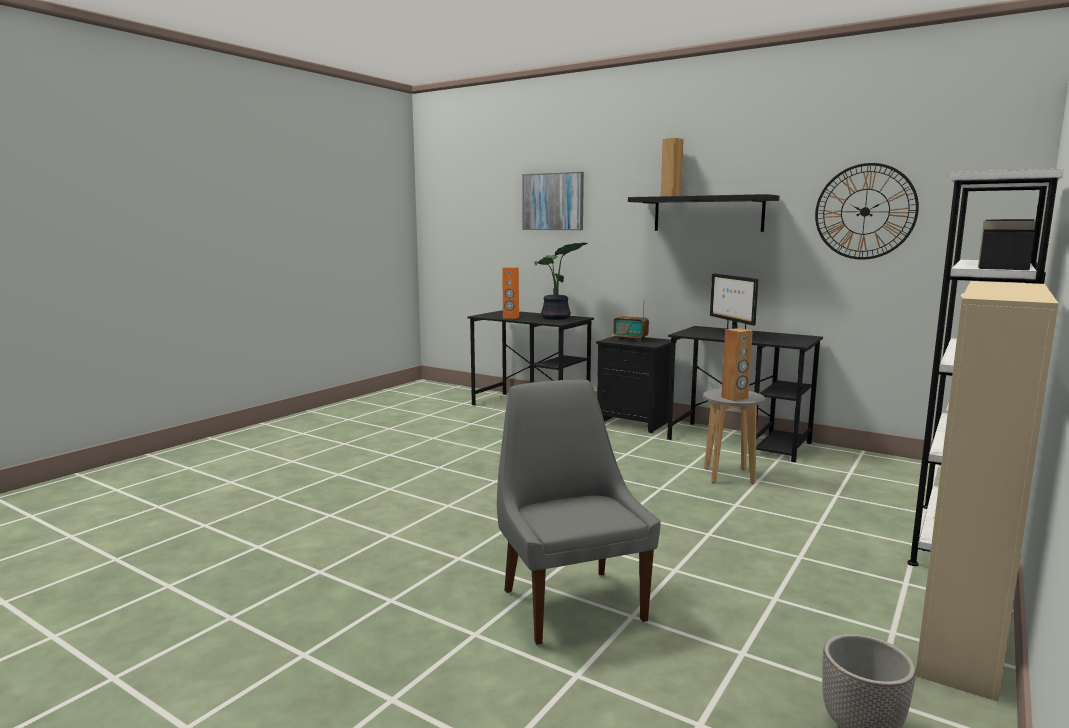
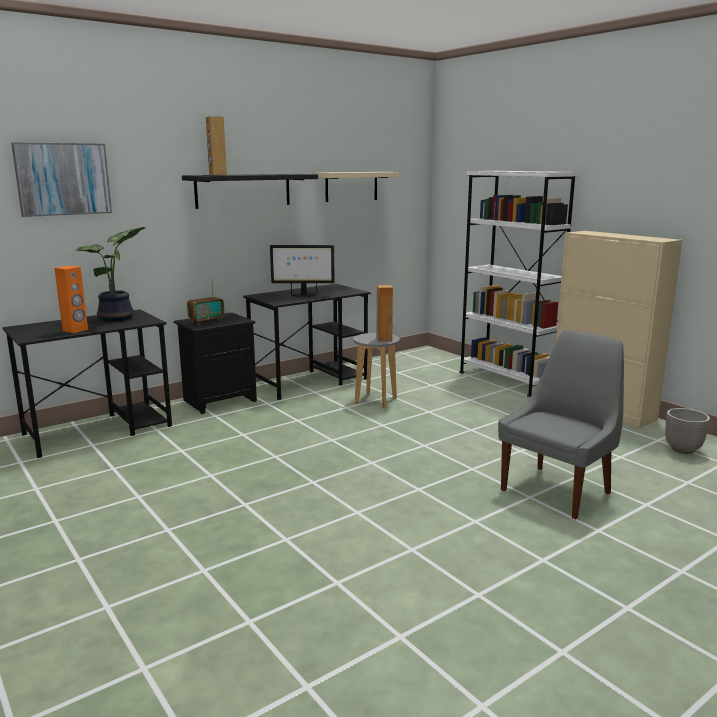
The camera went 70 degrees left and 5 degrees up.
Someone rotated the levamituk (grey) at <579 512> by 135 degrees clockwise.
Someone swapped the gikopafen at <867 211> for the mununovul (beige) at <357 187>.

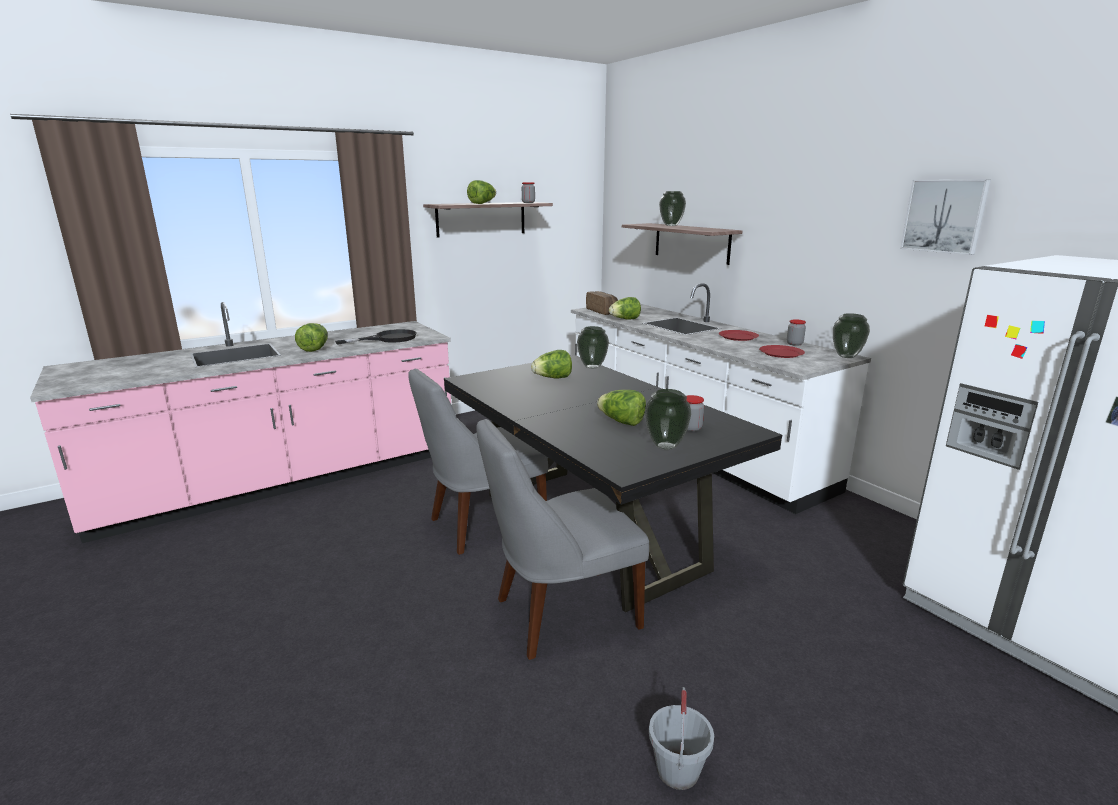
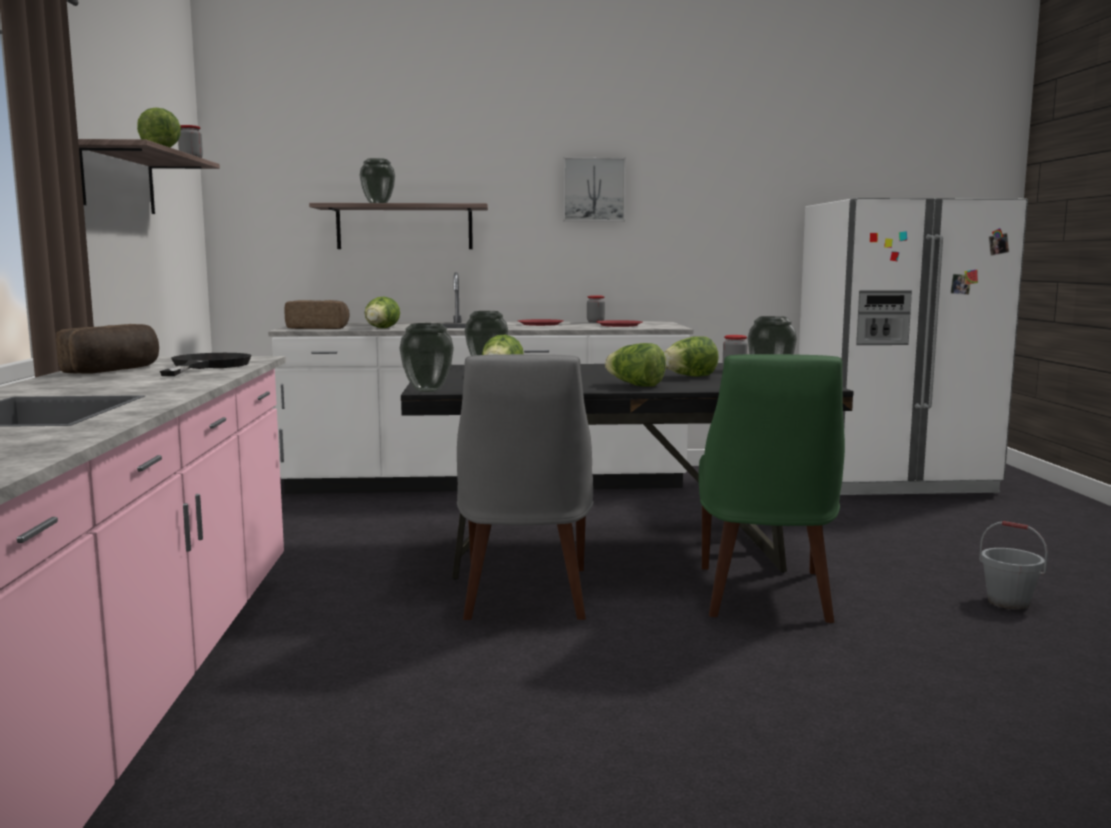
The camera went 60 degrees left and 10 degrees down.
Someone carried the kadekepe from <311 337> to <635 365>.
Someone repainted the levamituk (grey) at <562 539>, which became the levamituk (green) at <771 488>.
Someone carried the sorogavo from <851 335> to <426 357>.
Someone carried the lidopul from <945 217> to <594 189>.
Someone put down the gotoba at <107 349>.

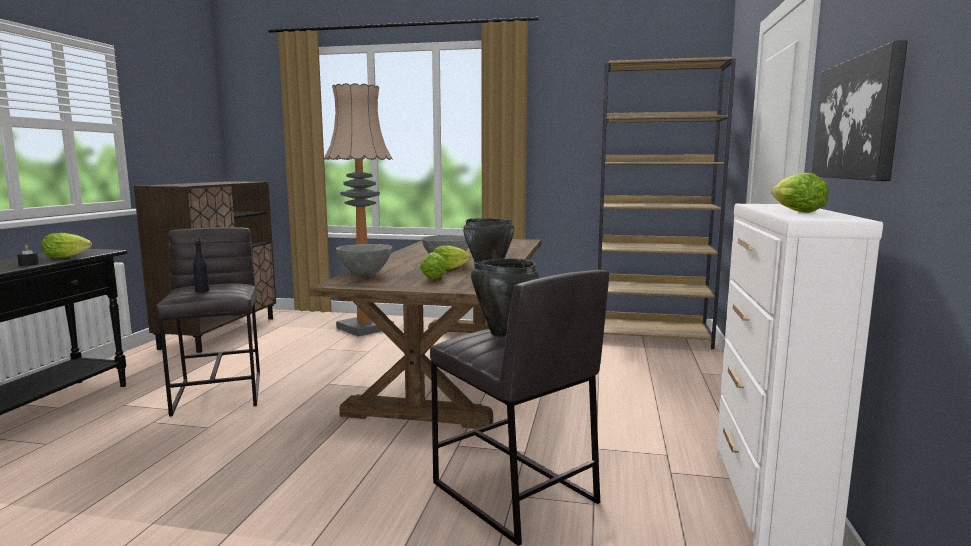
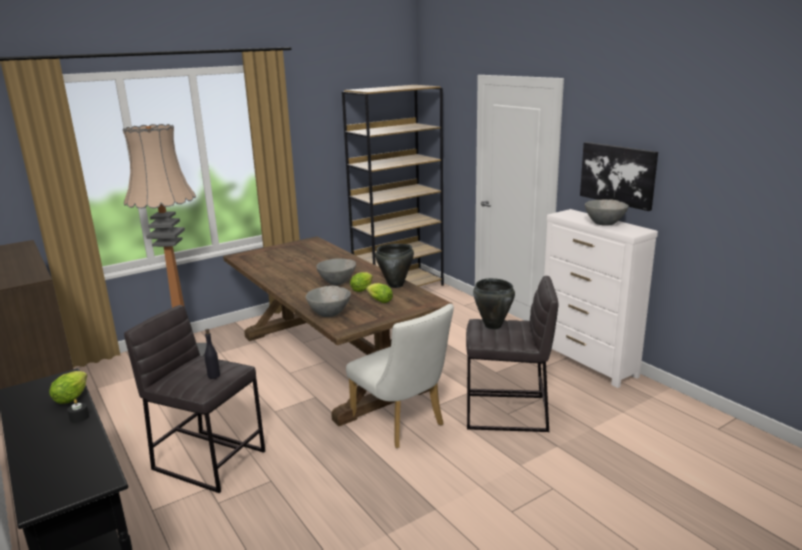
The camera went 45 degrees left and 10 degrees up.
Someone swapped the kadekepe at <799 193> for the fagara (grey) at <607 212>.
Someone put down the levamituk (white) at <400 376>.

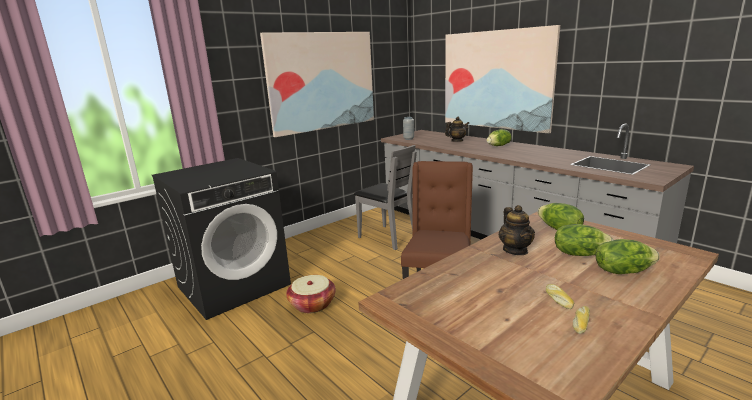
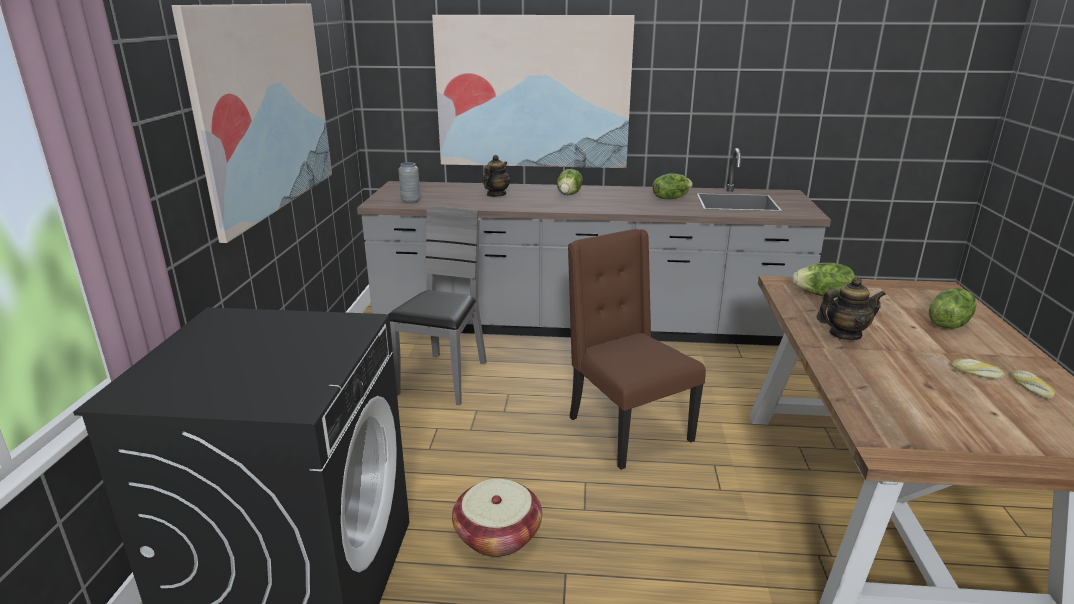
The camera went 45 degrees left and 5 degrees up.
Someone rotated the levamituk (grey) at <385 197> by 75 degrees counterclockwise.
Someone rotated the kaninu at <517 230> by 45 degrees counterclockwise.
Someone carried the kadekepe from <584 240> to <672 187>.

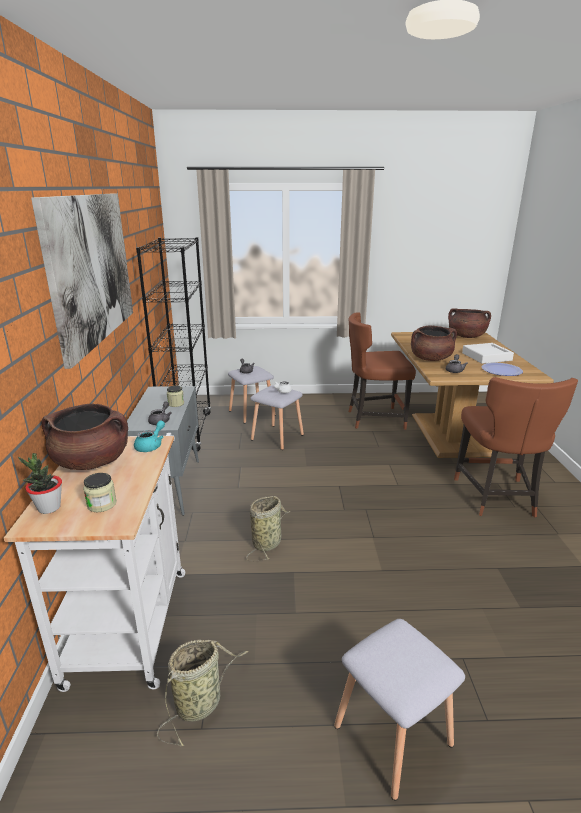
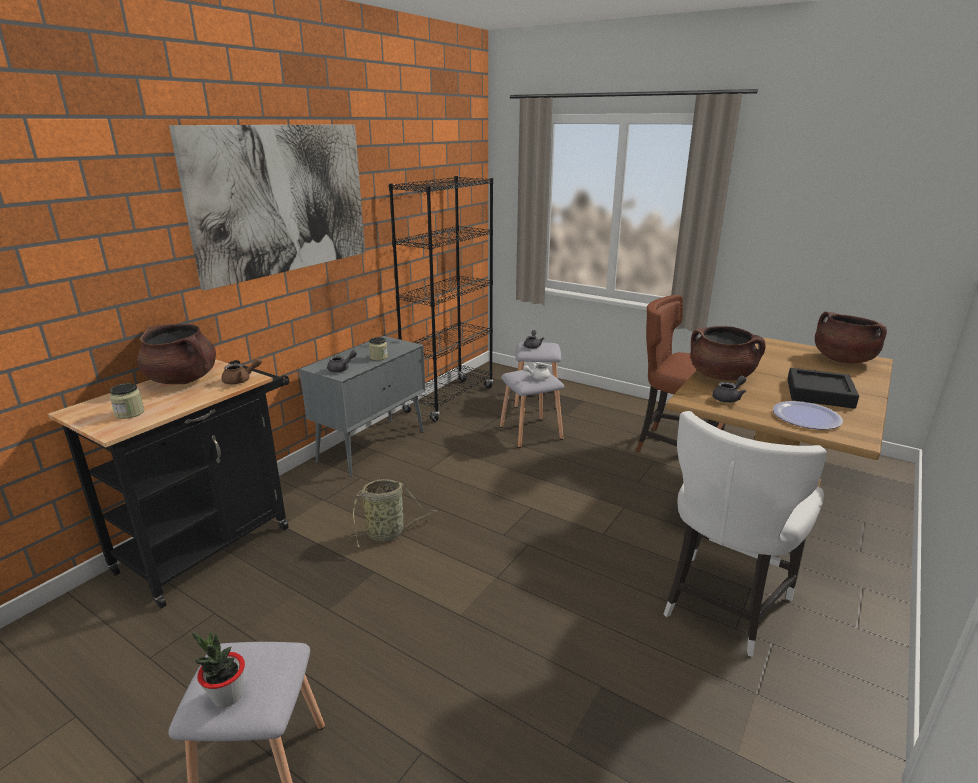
The camera went 35 degrees right and 0 degrees up.
Someone repainted the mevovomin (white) at <94 562>, which became the mevovomin (black) at <168 483>.
Someone carried the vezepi from <40 483> to <218 670>.
Someone repainted the kaninu (turquoise) at <149 436>, which became the kaninu (brown) at <241 371>.
Someone took away the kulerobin at <202 693>.
Someone repainted the levamituk (brown) at <516 447>, which became the levamituk (white) at <745 534>.
Someone repainted the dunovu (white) at <488 353>, which became the dunovu (black) at <823 388>.

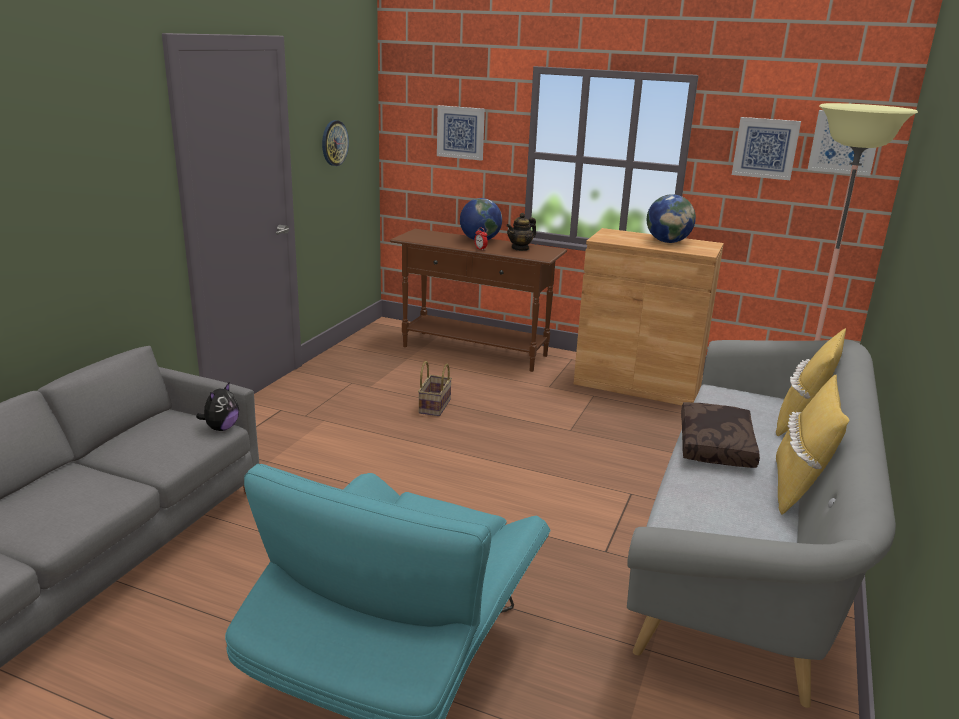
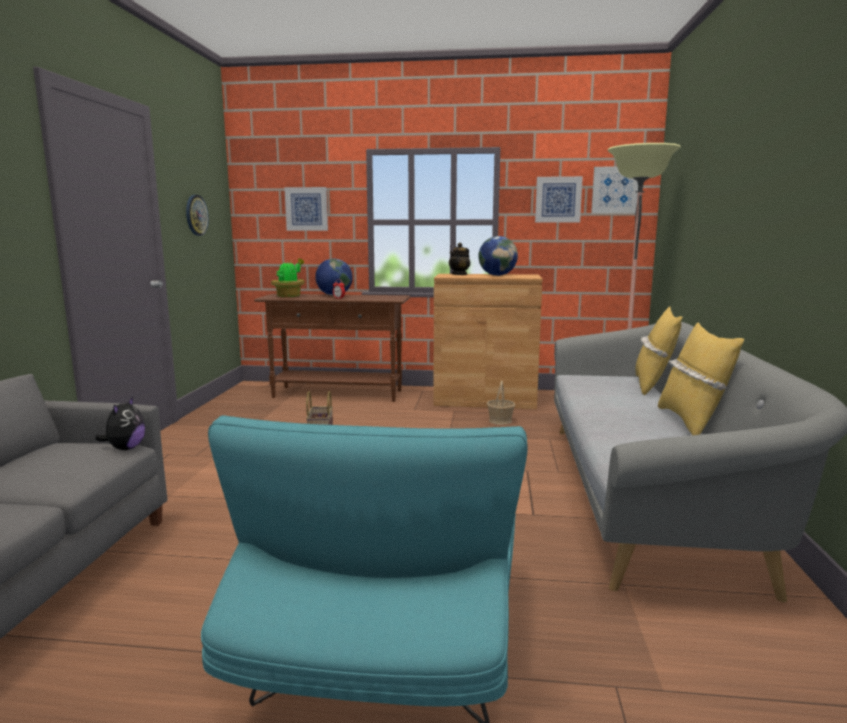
The camera went 15 degrees left and 10 degrees down.
Someone carried the kaninu from <521 232> to <460 259>.
Someone took away the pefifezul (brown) at <720 435>.
Someone put down the vezepi at <288 278>.
Someone put down the kulerobin at <501 403>.

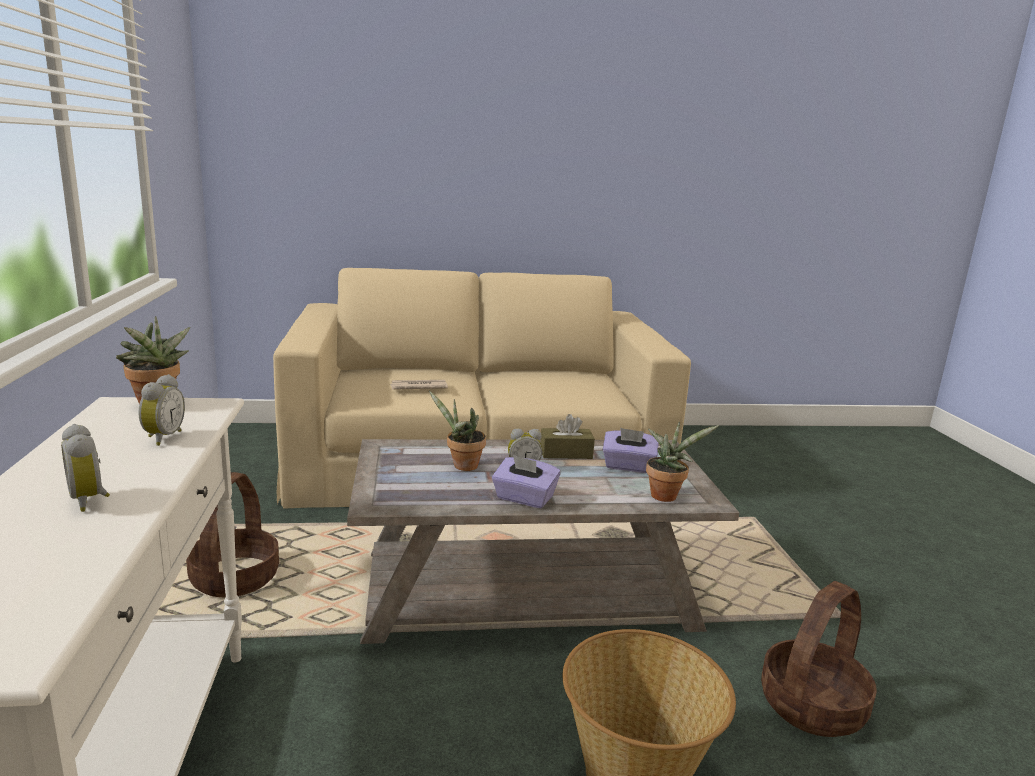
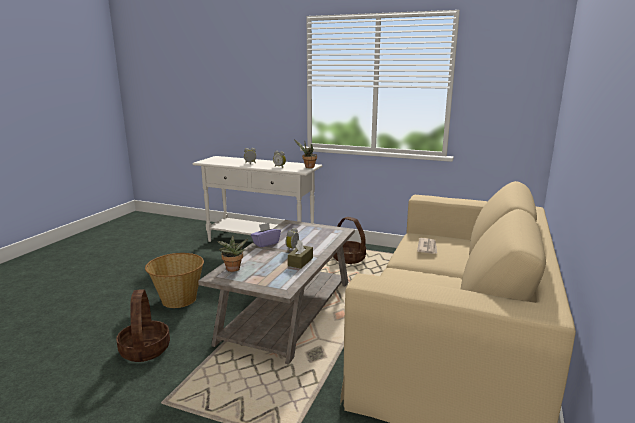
The camera went 120 degrees right and 0 degrees up.
Someone took away the vezepi at <457 431>.
Someone took away the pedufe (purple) at <631 450>.

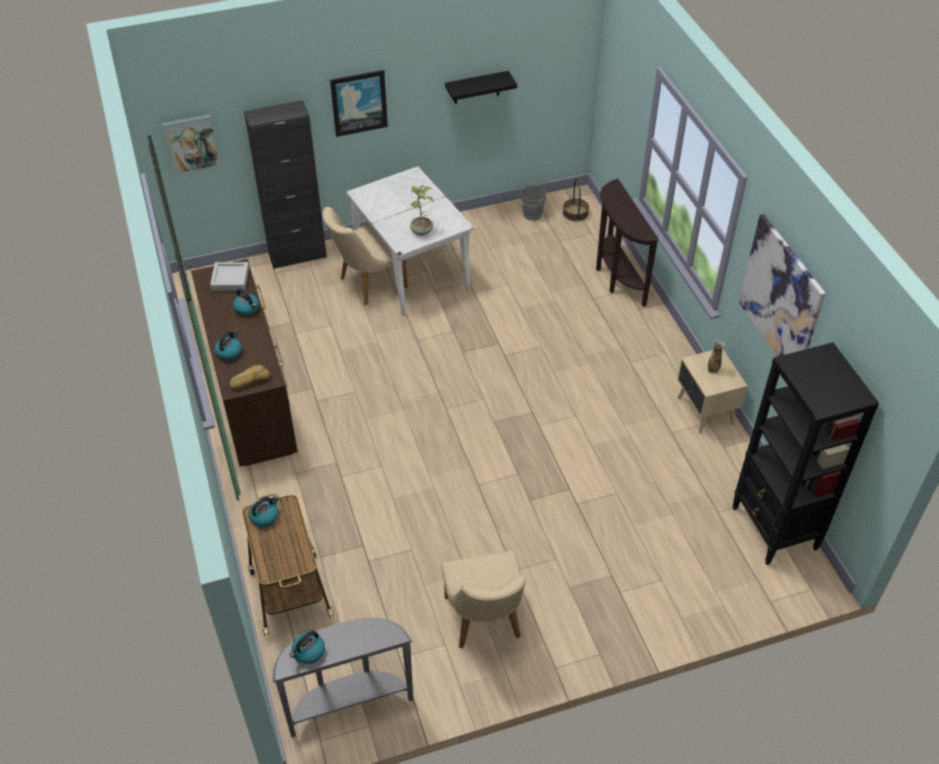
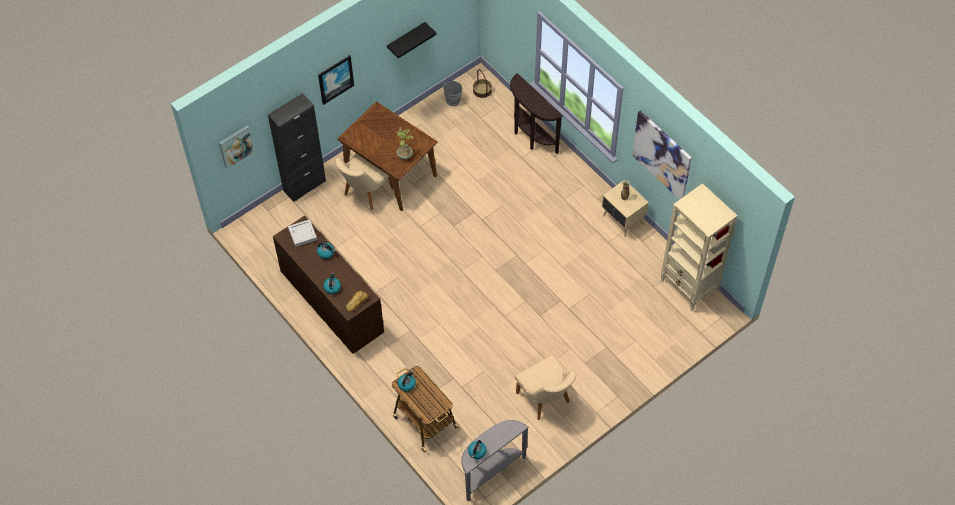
The camera went 20 degrees left and 10 degrees up.
Someone repainted the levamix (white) at <410 241>, which became the levamix (brown) at <387 156>.
Someone repainted the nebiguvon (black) at <805 453>, which became the nebiguvon (beige) at <699 247>.

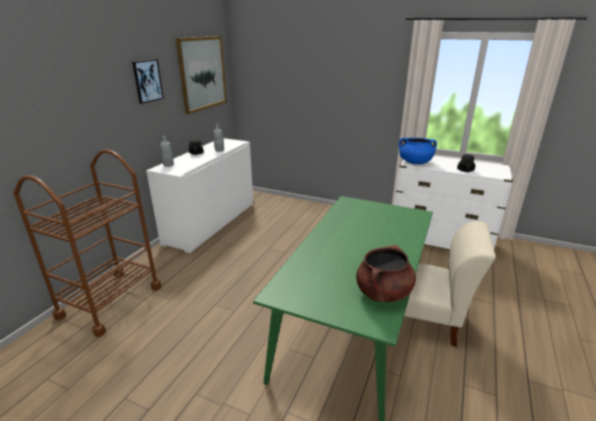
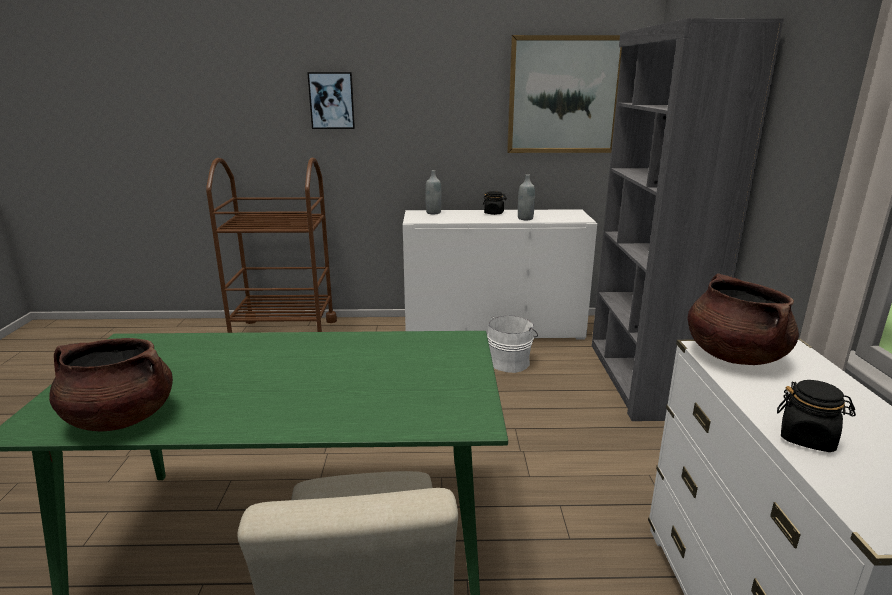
The camera went 65 degrees right and 5 degrees down.
Someone carried the lidopul from <148 81> to <331 100>.
Someone repainted the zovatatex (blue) at <418 151>, which became the zovatatex (brown) at <743 319>.
Someone put down the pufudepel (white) at <513 344>.
Someone put down the nebiguvon (grey) at <688 219>.

